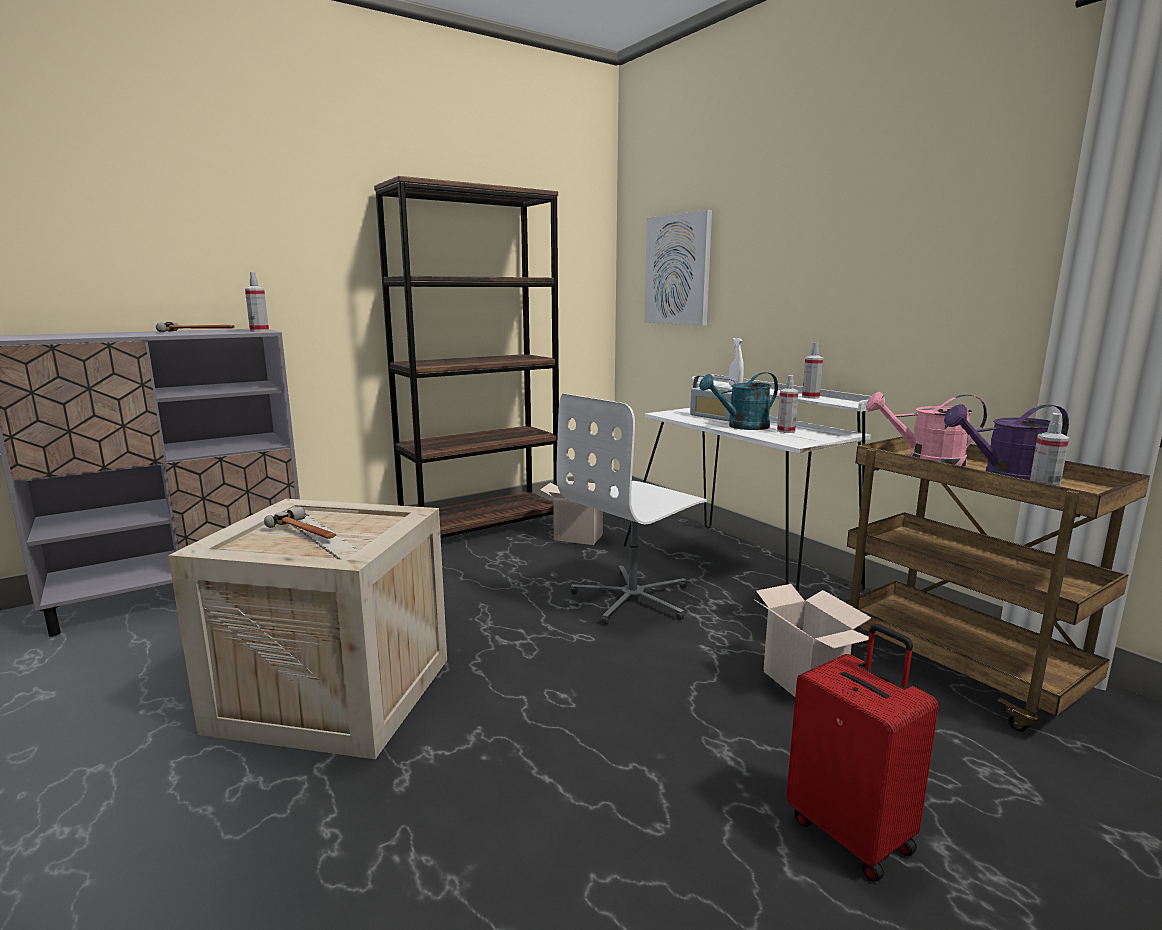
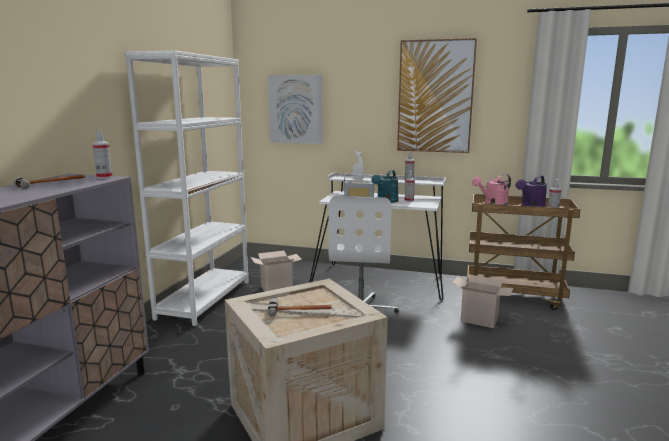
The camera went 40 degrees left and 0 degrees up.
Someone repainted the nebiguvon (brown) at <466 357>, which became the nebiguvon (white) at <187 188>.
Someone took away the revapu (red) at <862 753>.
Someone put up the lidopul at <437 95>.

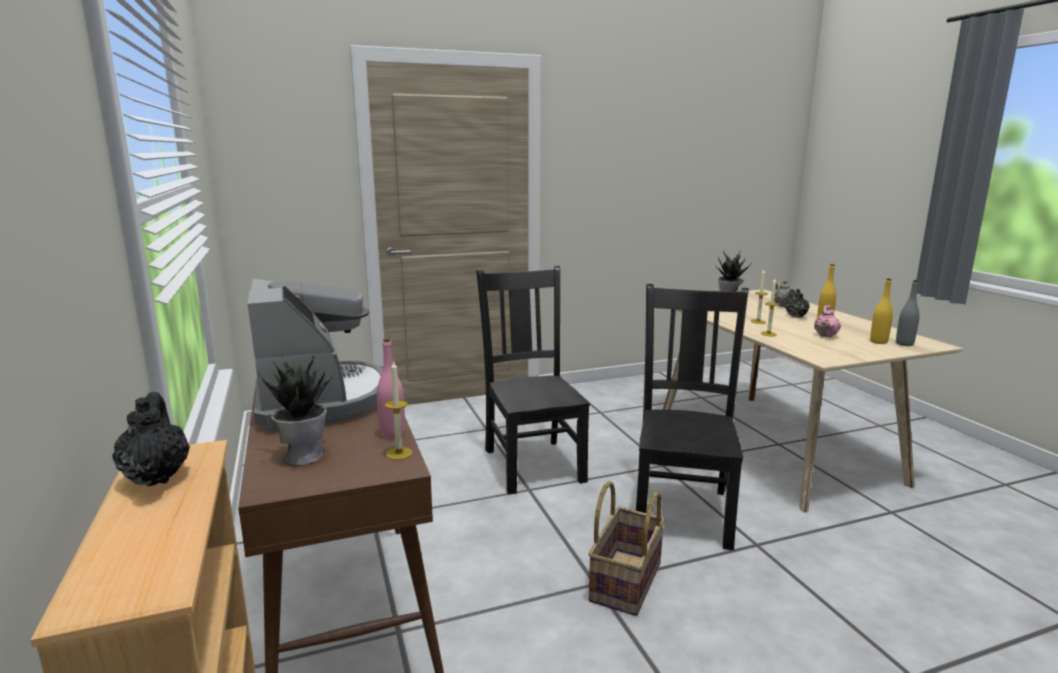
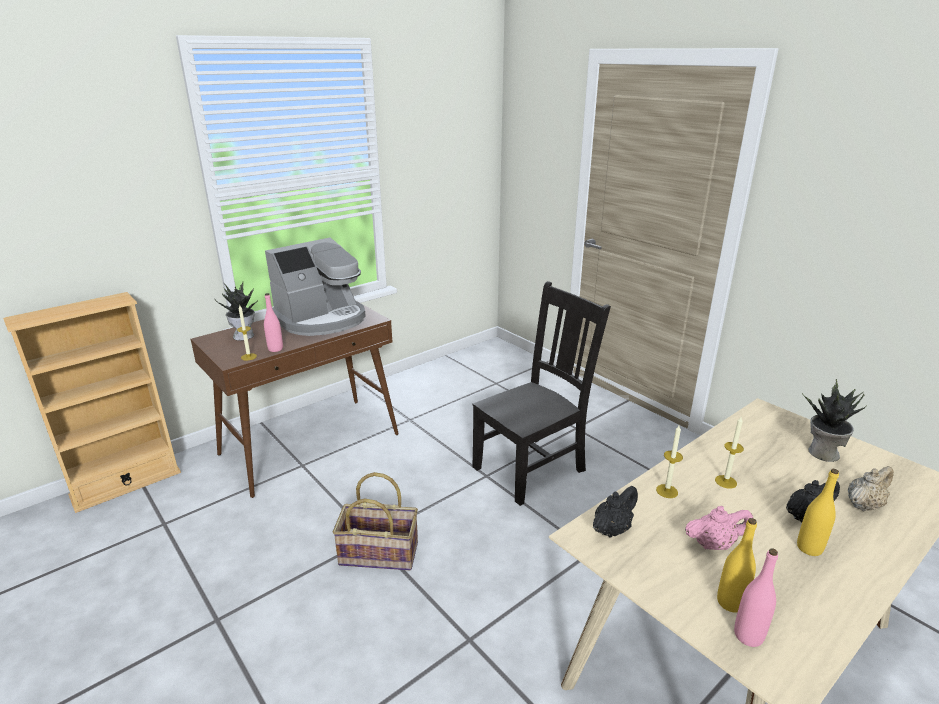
The camera went 70 degrees right and 10 degrees up.
Someone carried the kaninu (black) from <151 439> to <615 512>.
Someone took away the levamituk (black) at <692 417>.
Someone repainted the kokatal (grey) at <908 313>, which became the kokatal (pink) at <756 597>.

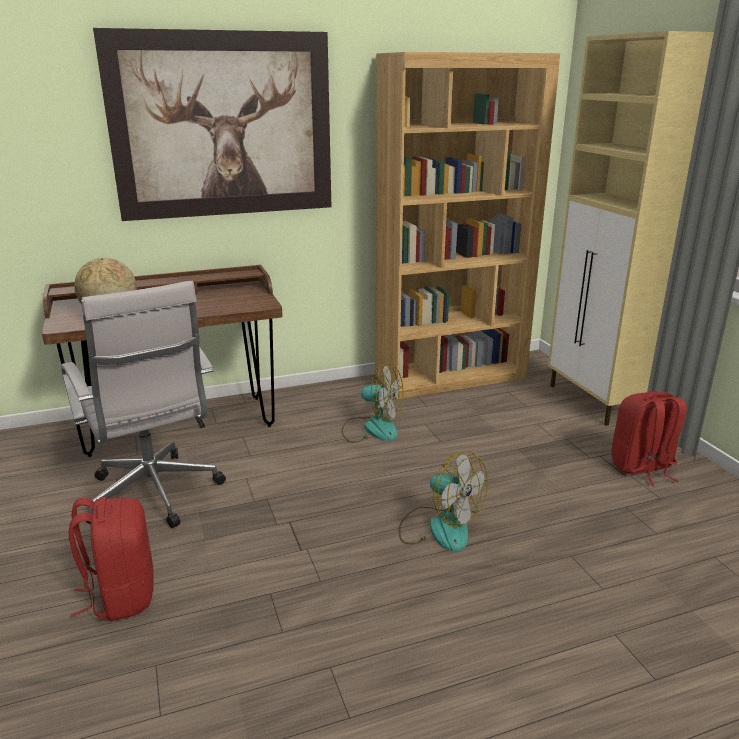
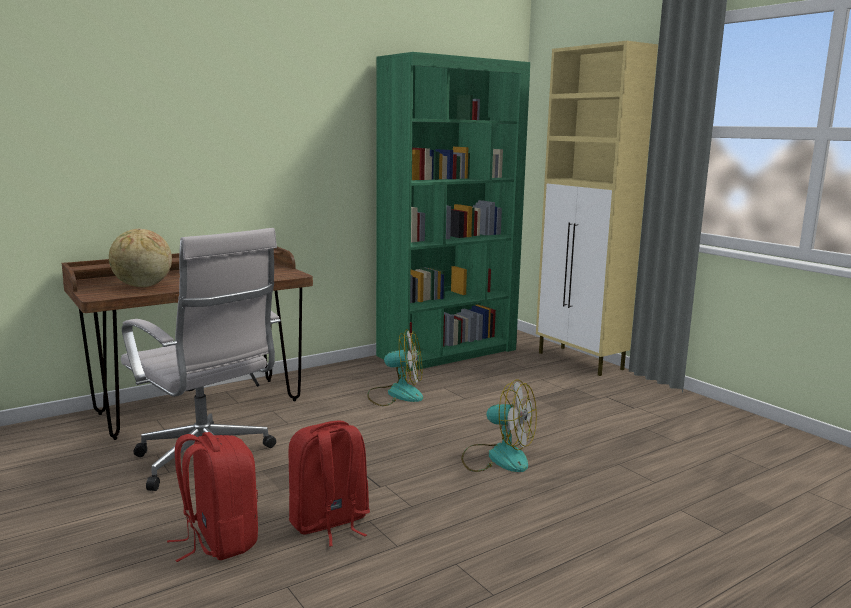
The camera went 15 degrees left and 10 degrees down.
Someone took away the lidopul at <212 124>.
Someone repainted the nebiguvon (brown) at <467 225>, which became the nebiguvon (green) at <453 212>.
Someone carried the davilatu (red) from <649 439> to <329 484>.

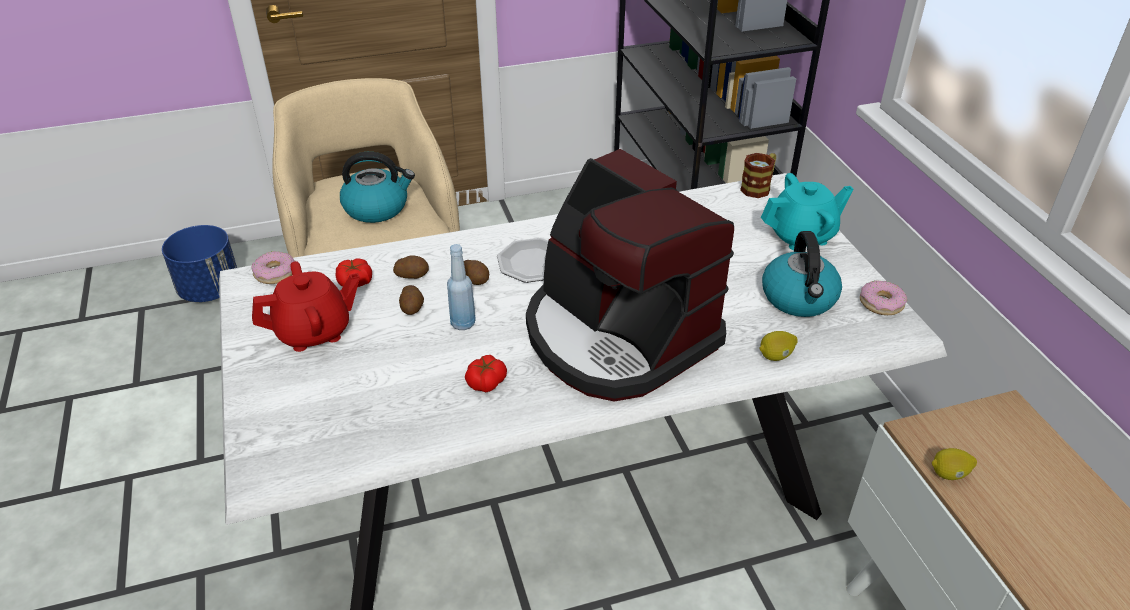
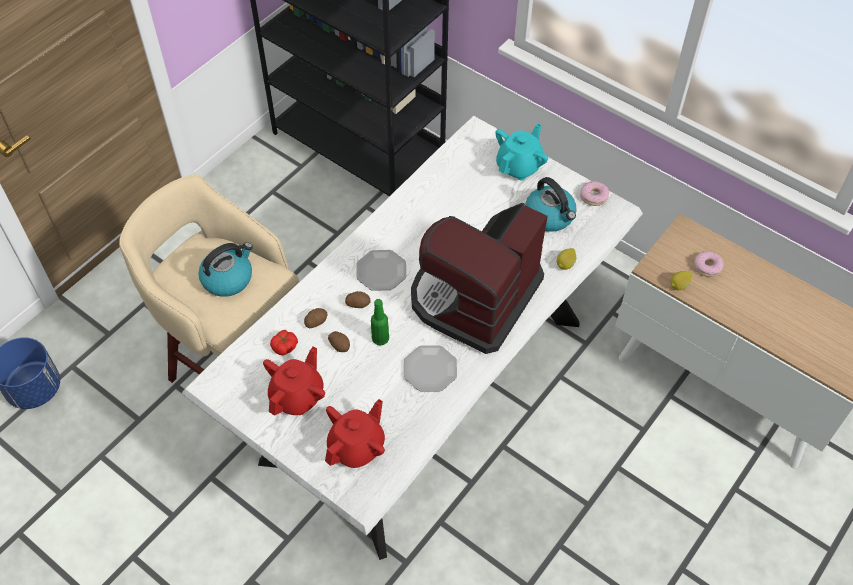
The camera went 35 degrees left and 15 degrees up.
Someone carried the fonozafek from <273 267> to <708 264>.
Someone repainted the kokatal (blue) at <461 287>, which became the kokatal (green) at <380 322>.
Someone swapped the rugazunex at <486 373> for the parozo at <430 368>.
Someone rotated the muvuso at <630 275> by 105 degrees clockwise.
Someone took away the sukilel at <758 175>.
Someone put down the kaninu (red) at <355 433>.

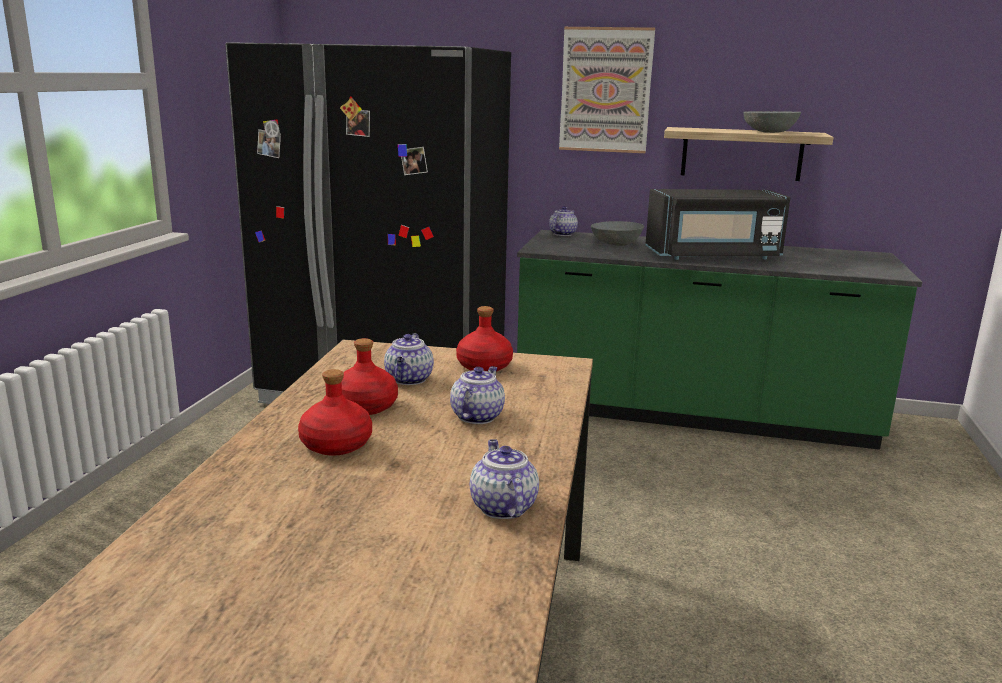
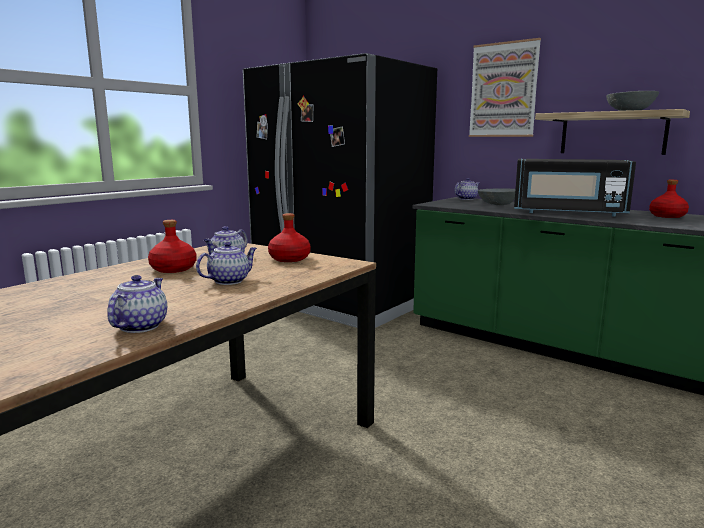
The camera went 25 degrees right and 5 degrees down.
Someone carried the kokatal (red) from <335 412> to <669 199>.

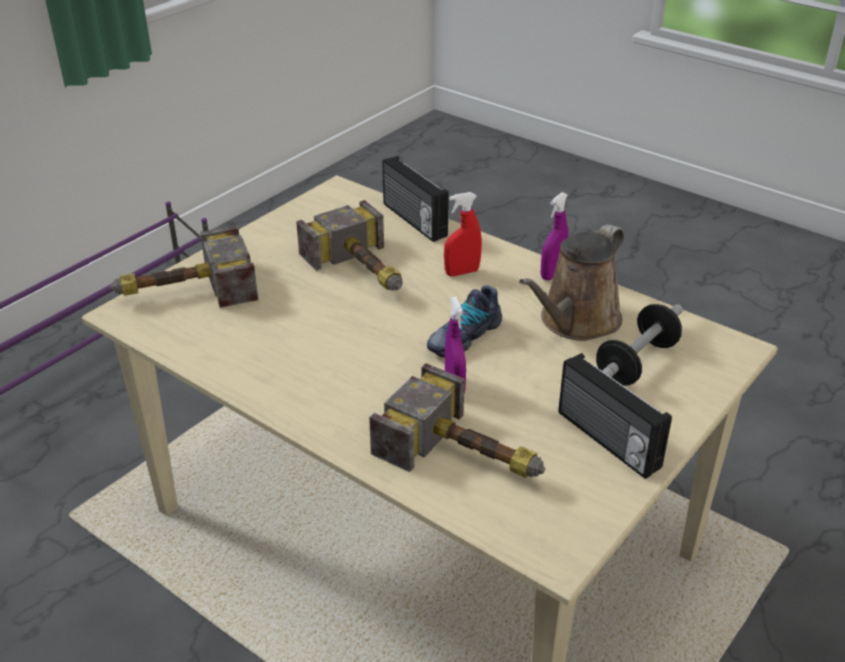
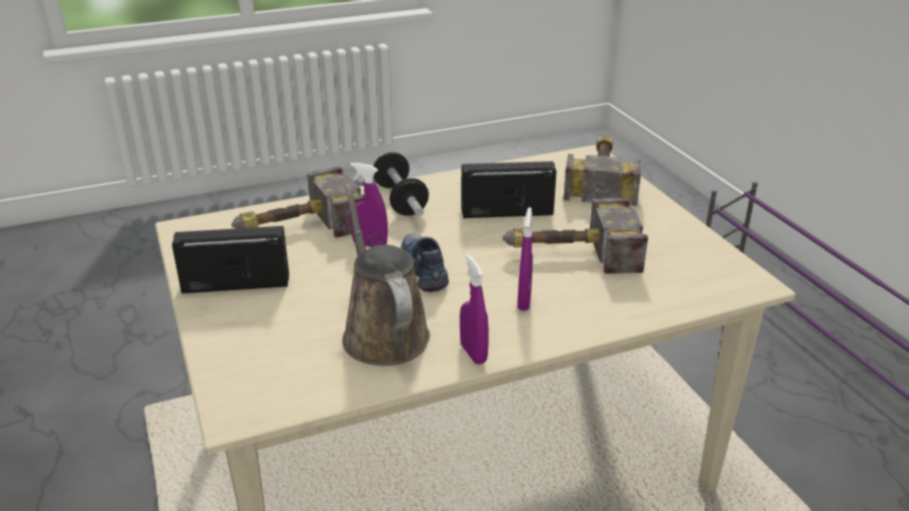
The camera went 120 degrees right and 5 degrees down.
Someone carried the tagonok from <416 199> to <508 189>.
Someone repainted the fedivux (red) at <463 234>, which became the fedivux (purple) at <525 259>.
Someone carried the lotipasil from <639 345> to <401 184>.

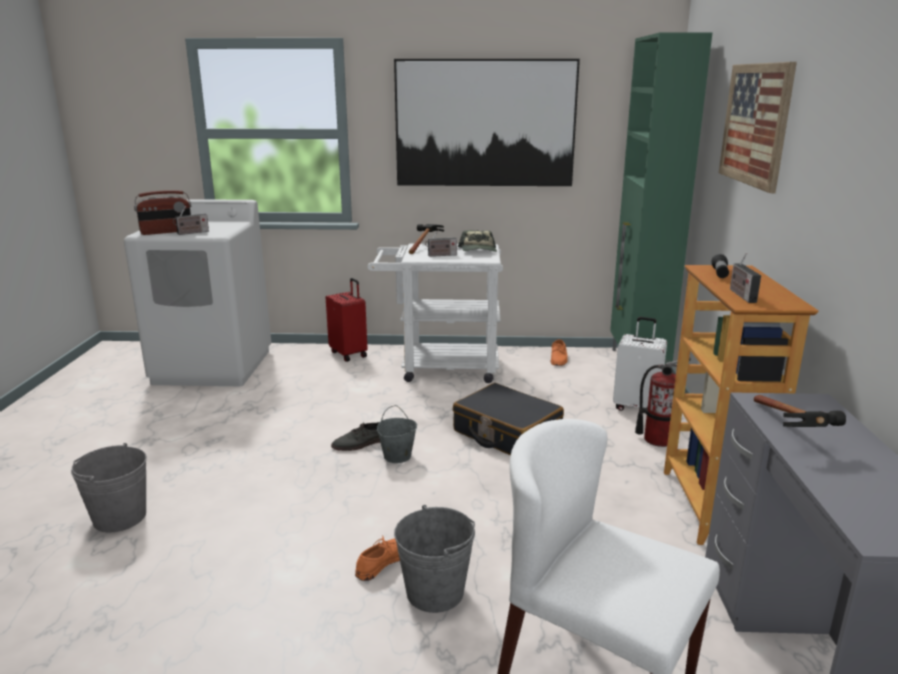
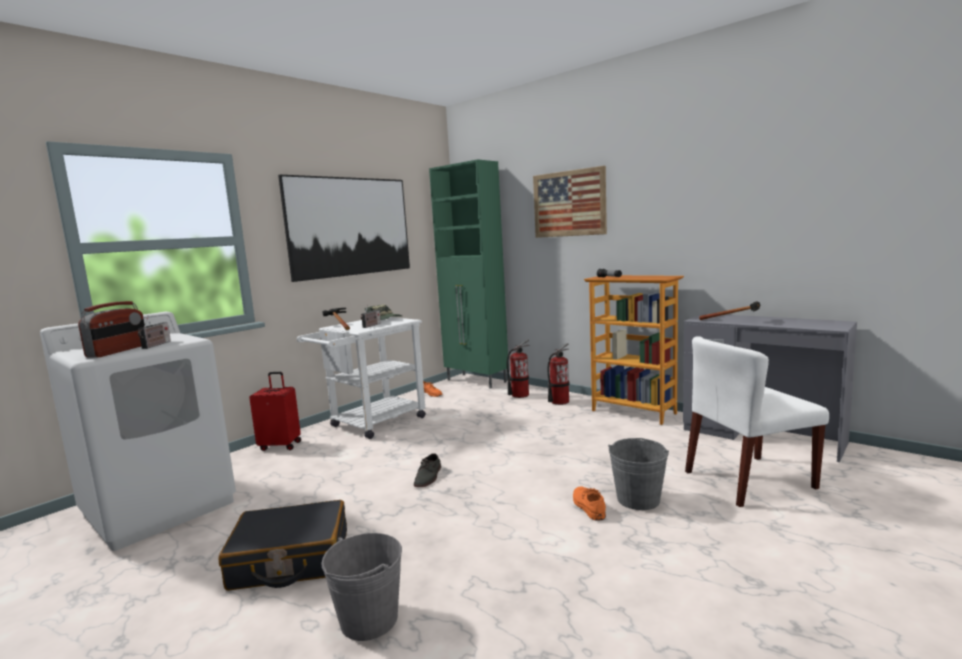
The camera went 50 degrees left and 10 degrees down.
Someone took away the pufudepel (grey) at <397 434>.
Someone carried the revapu (black) from <508 419> to <283 545>.
Someone swapped the revapu (white) at <640 364> for the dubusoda at <518 369>.
Someone took away the tagonok at <745 278>.

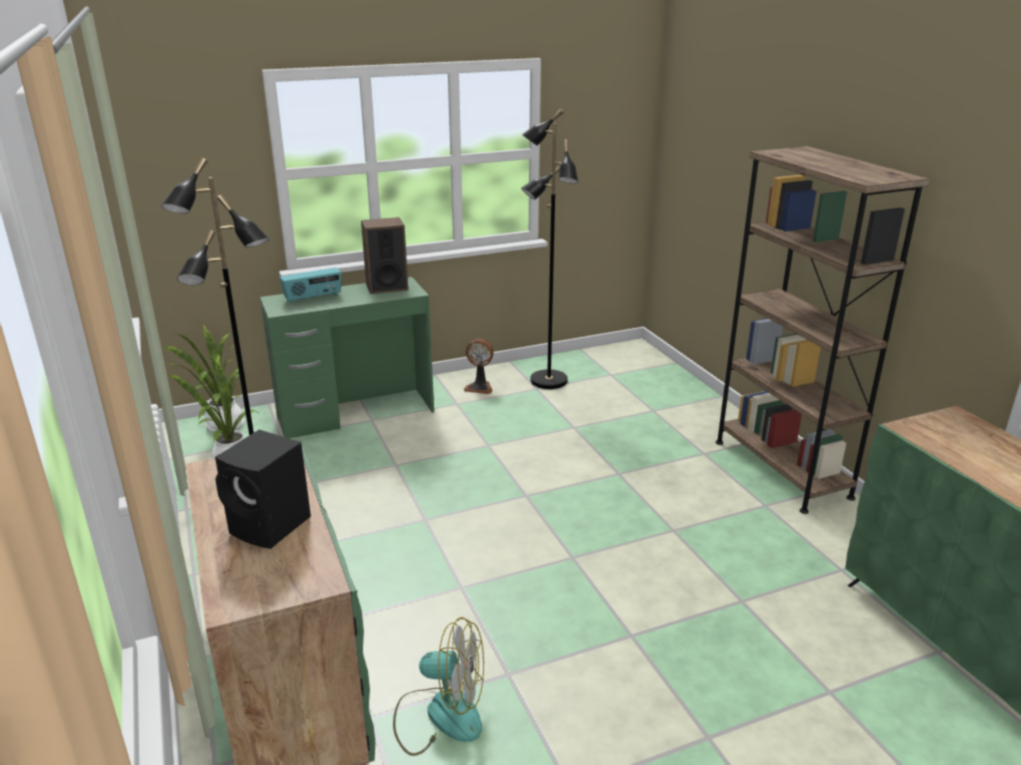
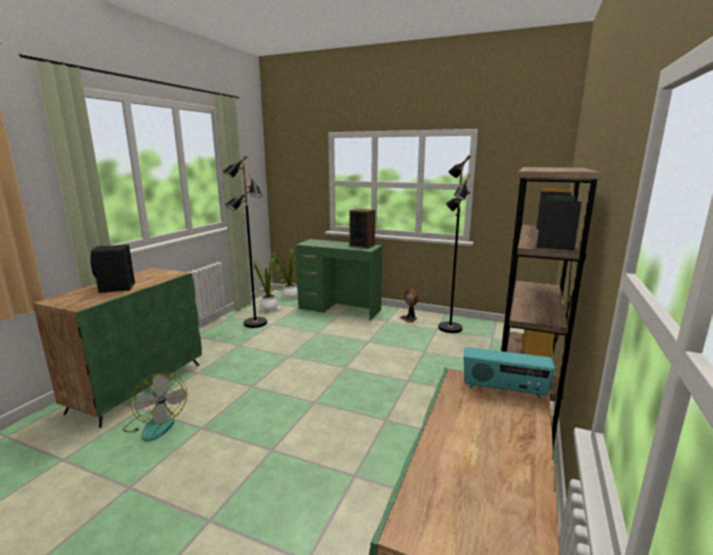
The camera went 45 degrees right and 10 degrees down.
Someone carried the tagonok from <310 286> to <509 373>.

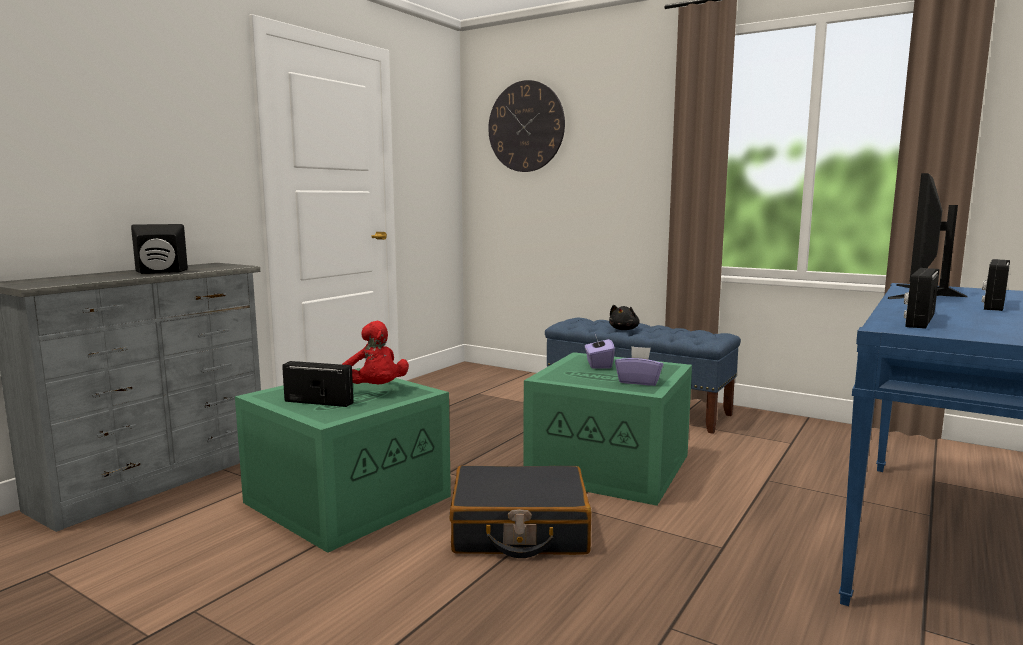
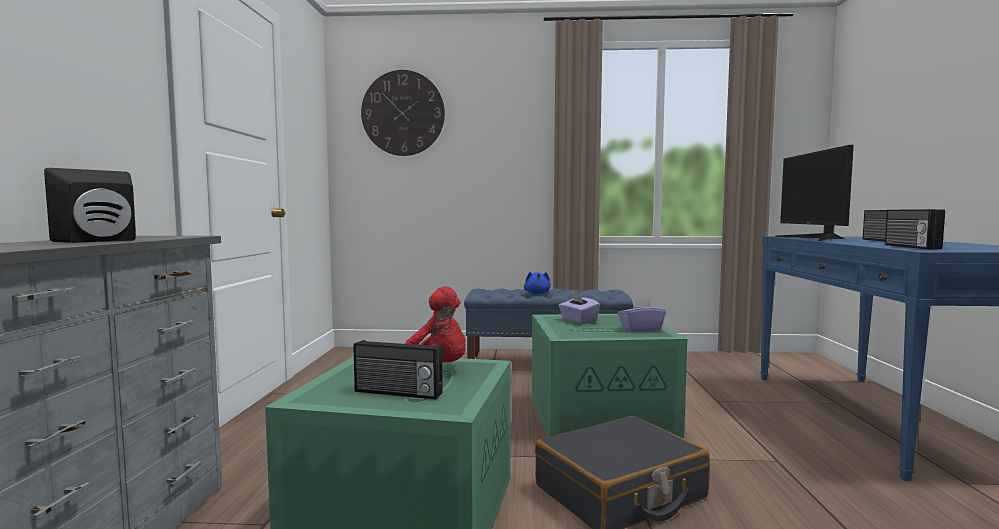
The camera went 30 degrees left and 5 degrees down.
Someone rotated the tagonok at <317 384> by 150 degrees counterclockwise.
Someone repainted the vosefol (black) at <624 317>, which became the vosefol (blue) at <537 283>.

